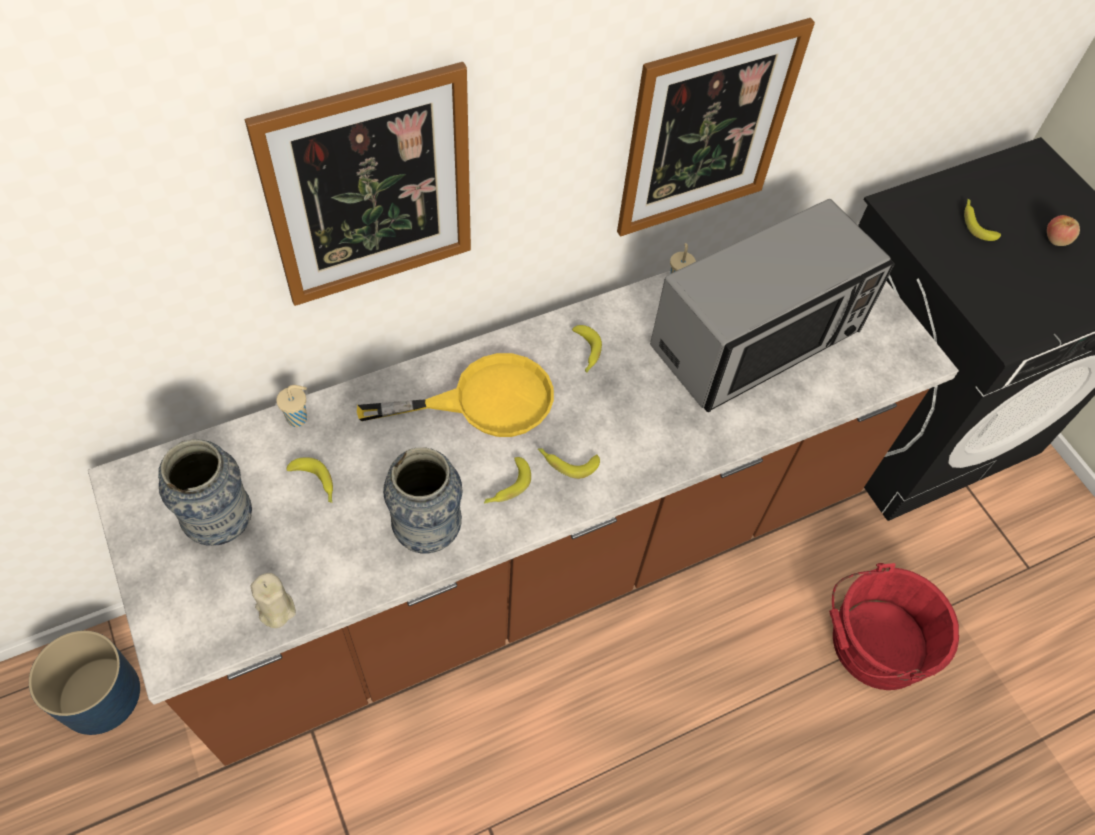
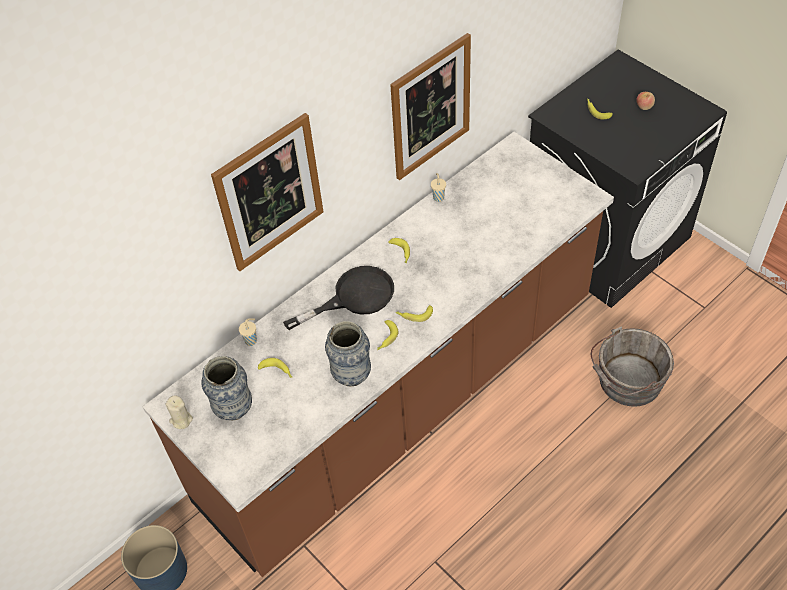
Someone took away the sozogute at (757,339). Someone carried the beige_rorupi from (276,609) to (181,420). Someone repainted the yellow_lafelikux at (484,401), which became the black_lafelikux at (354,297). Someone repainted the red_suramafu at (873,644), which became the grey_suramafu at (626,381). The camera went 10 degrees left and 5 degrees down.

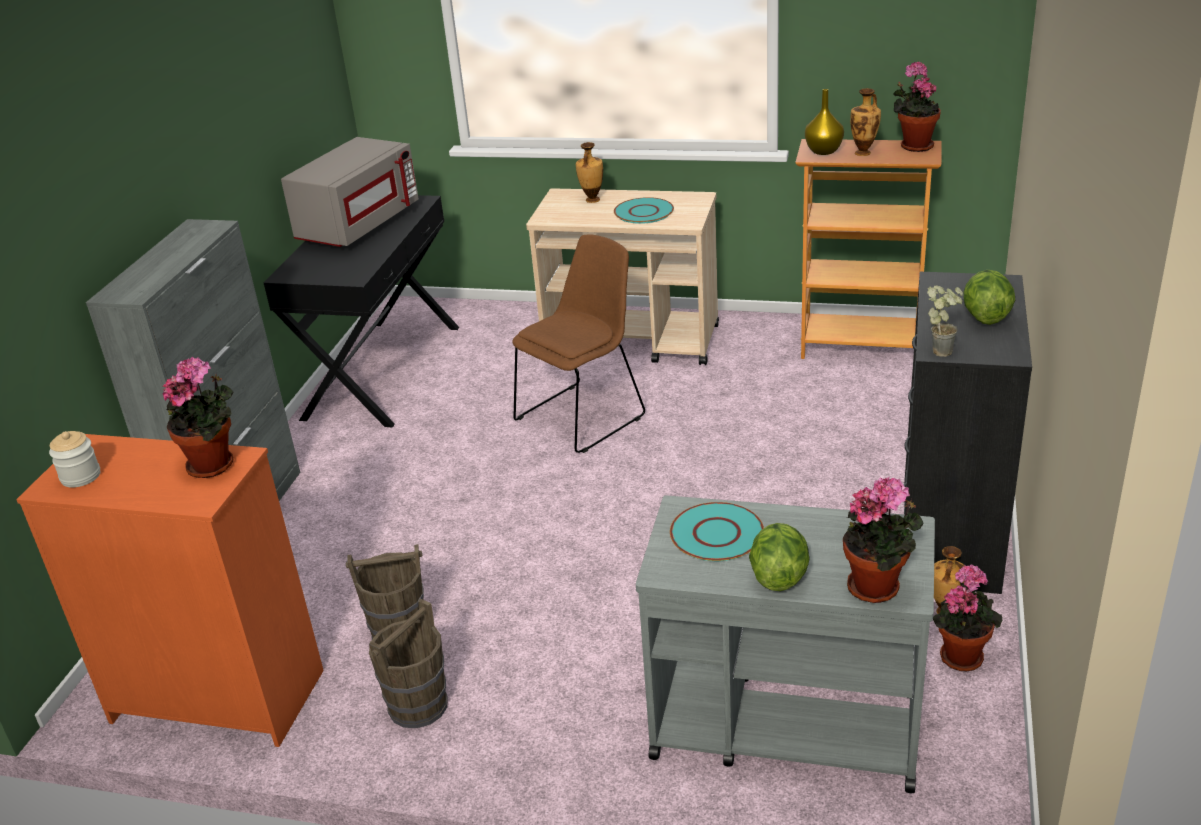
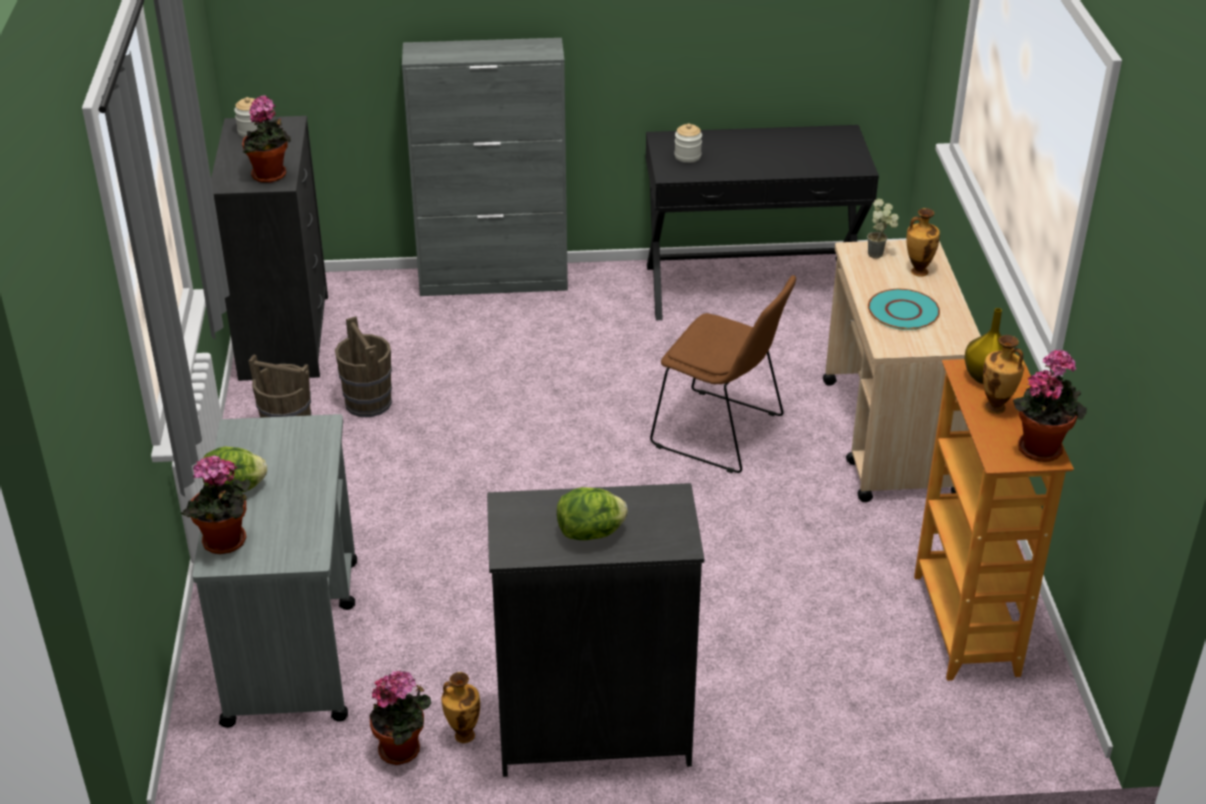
Someone took away the grey_sozogute at (358,224). Someone took away the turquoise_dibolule at (717,533). Someone put down the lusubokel at (687,156). Someone carried the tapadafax from (942,349) to (880,255). Someone repainted the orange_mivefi at (218,695), which became the black_mivefi at (285,337). The camera went 70 degrees right and 5 degrees up.

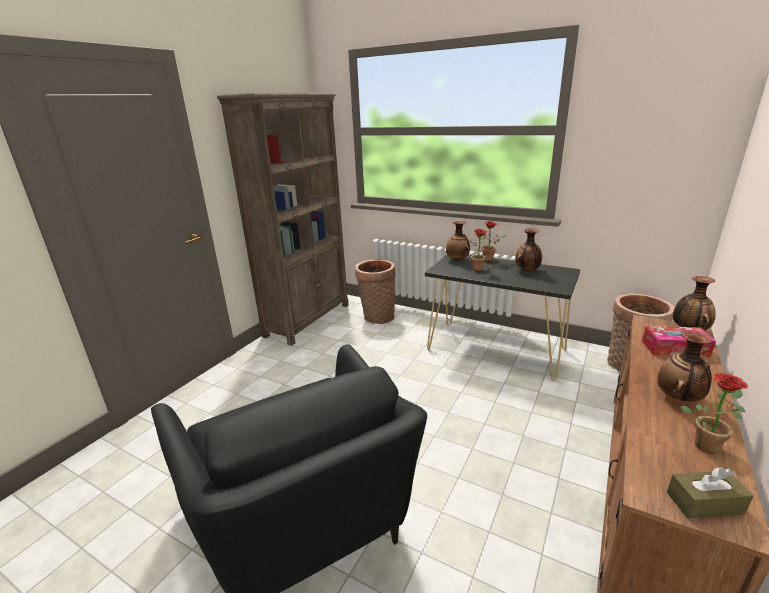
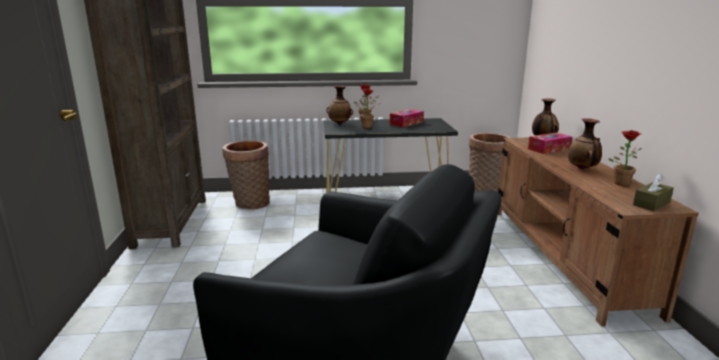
Someone swapped the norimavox at (527,270) for the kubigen at (406,123). The camera went 35 degrees left and 5 degrees down.

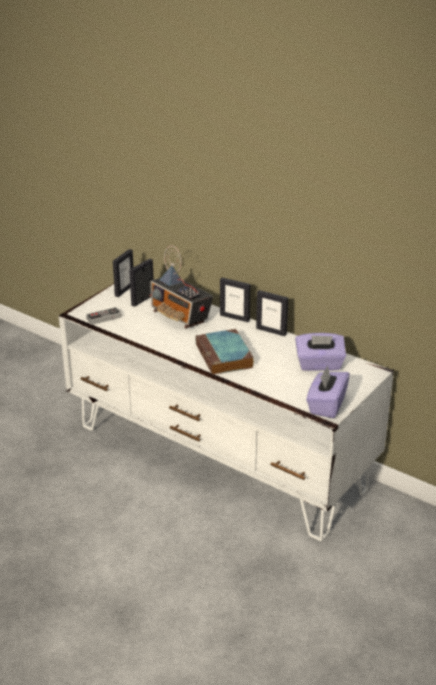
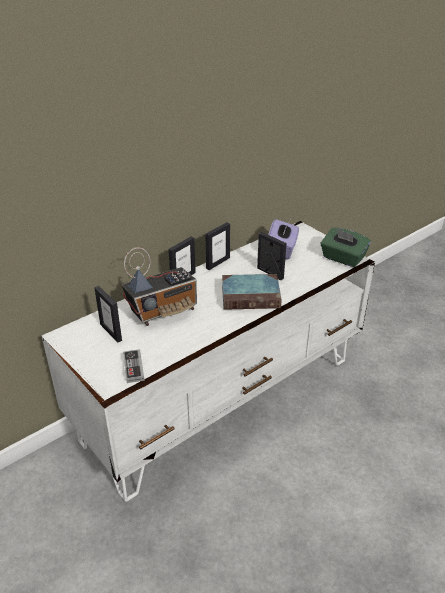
Someone carried the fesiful from (124,290) to (270,273). Someone repainted the purple_kubigen at (326,405), which became the green_kubigen at (342,258). The camera went 75 degrees left and 5 degrees up.

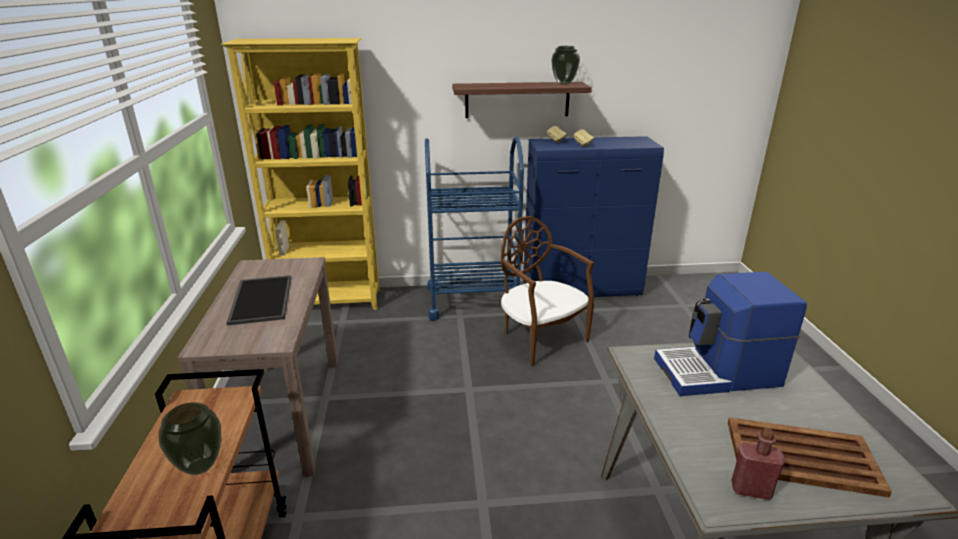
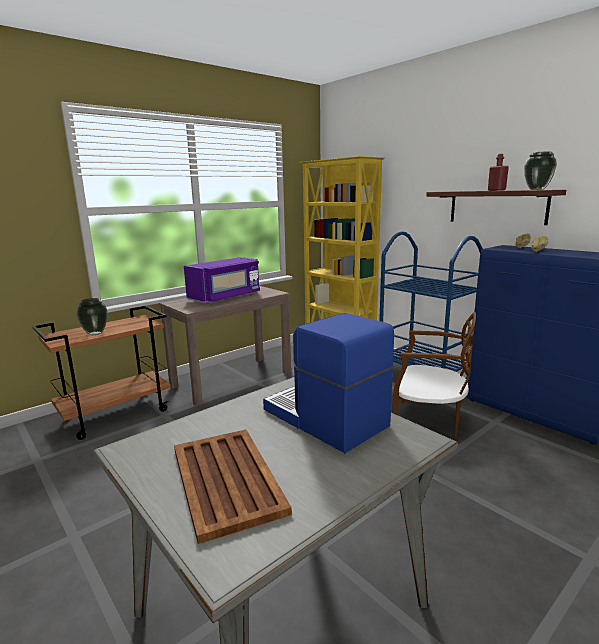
Someone carried the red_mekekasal from (751,490) to (496,190). Someone swapped the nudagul at (260,299) for the purple_sozogute at (225,297). Someone rotated the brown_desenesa at (540,338) by 90 degrees clockwise. The camera went 55 degrees right and 10 degrees down.

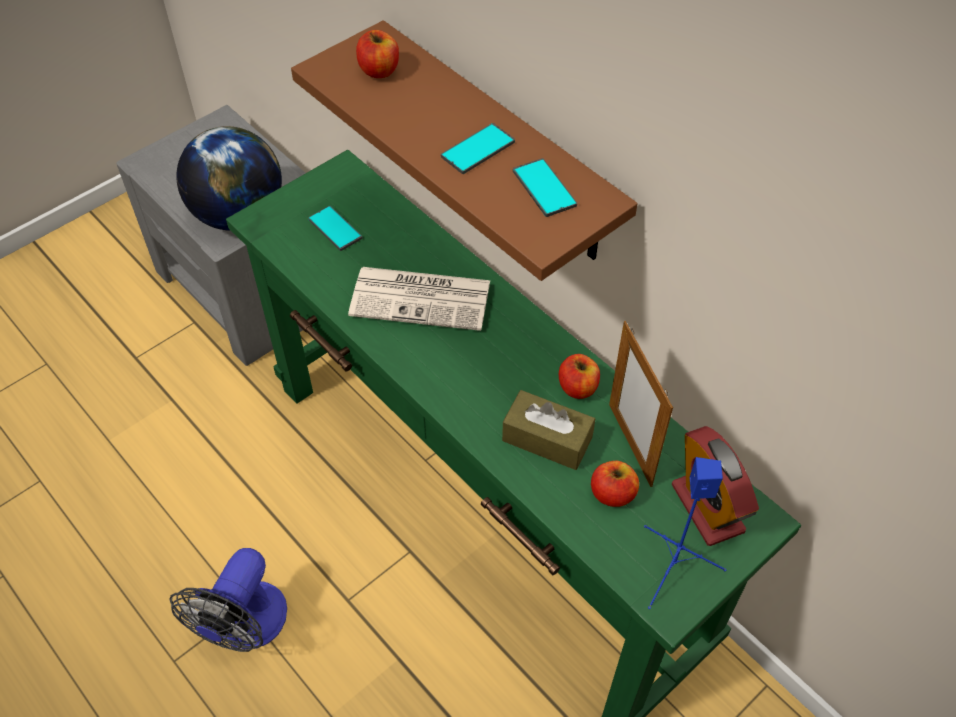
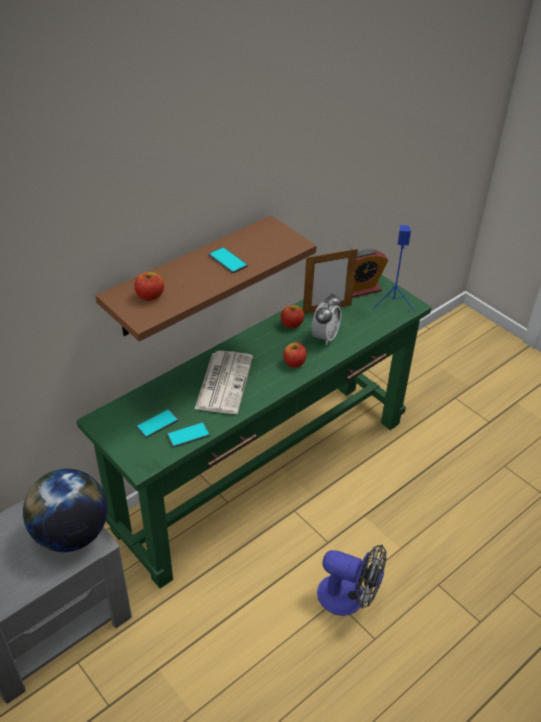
Someone carried the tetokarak from (544,188) to (188,435). Someone carried the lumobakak from (612,494) to (294,362). Someone swapped the brown_kubigen at (547,439) for the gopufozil at (325,337). The camera went 90 degrees left and 10 degrees down.

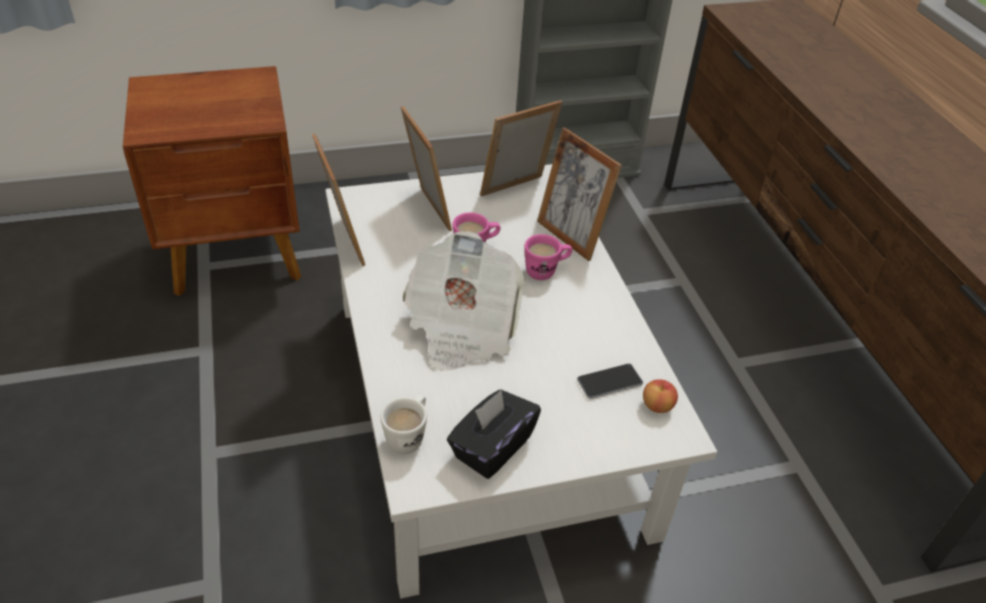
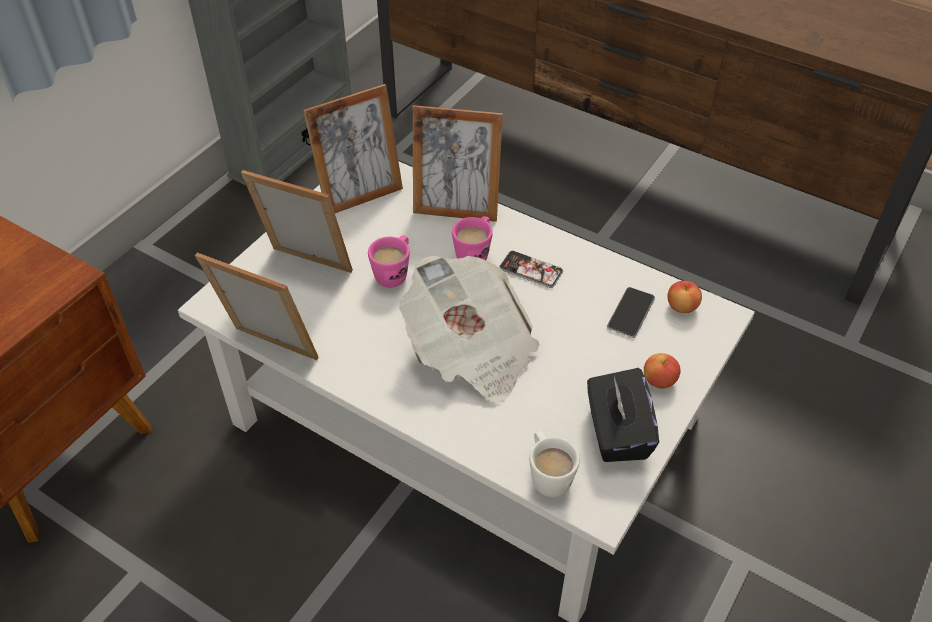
Someone put down the tetokarak at (531,270). Someone put down the lumobakak at (659,380). Someone rotated the fesiful at (516,190) by 135 degrees counterclockwise. The camera went 40 degrees left and 5 degrees up.

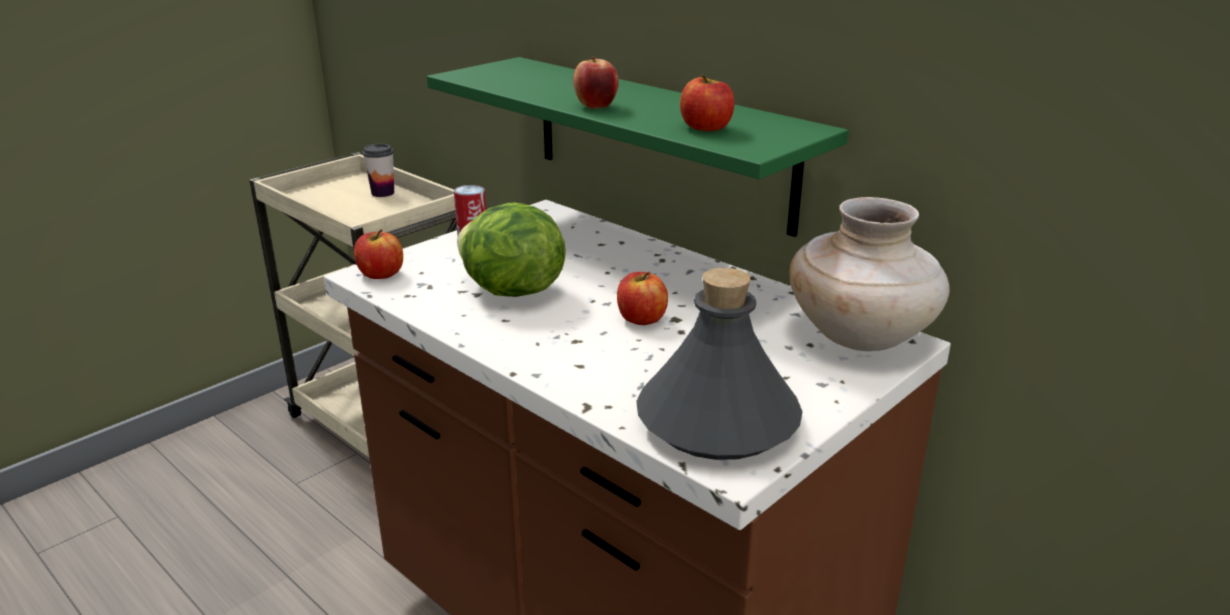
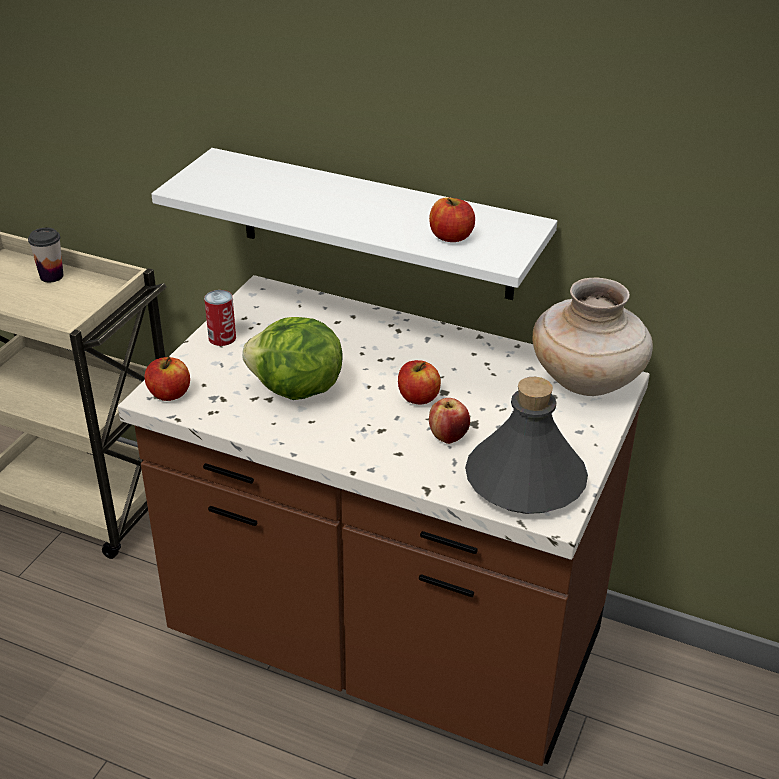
Someone carried the lumobakak from (596,106) to (448,437). Someone repainted the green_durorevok at (659,141), which became the white_durorevok at (375,224). The camera went 20 degrees left and 10 degrees up.

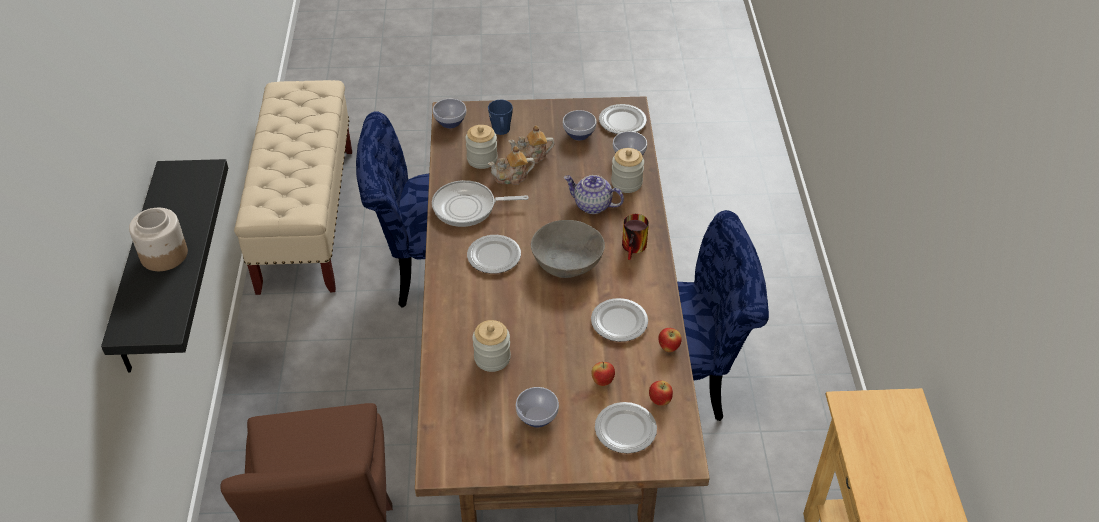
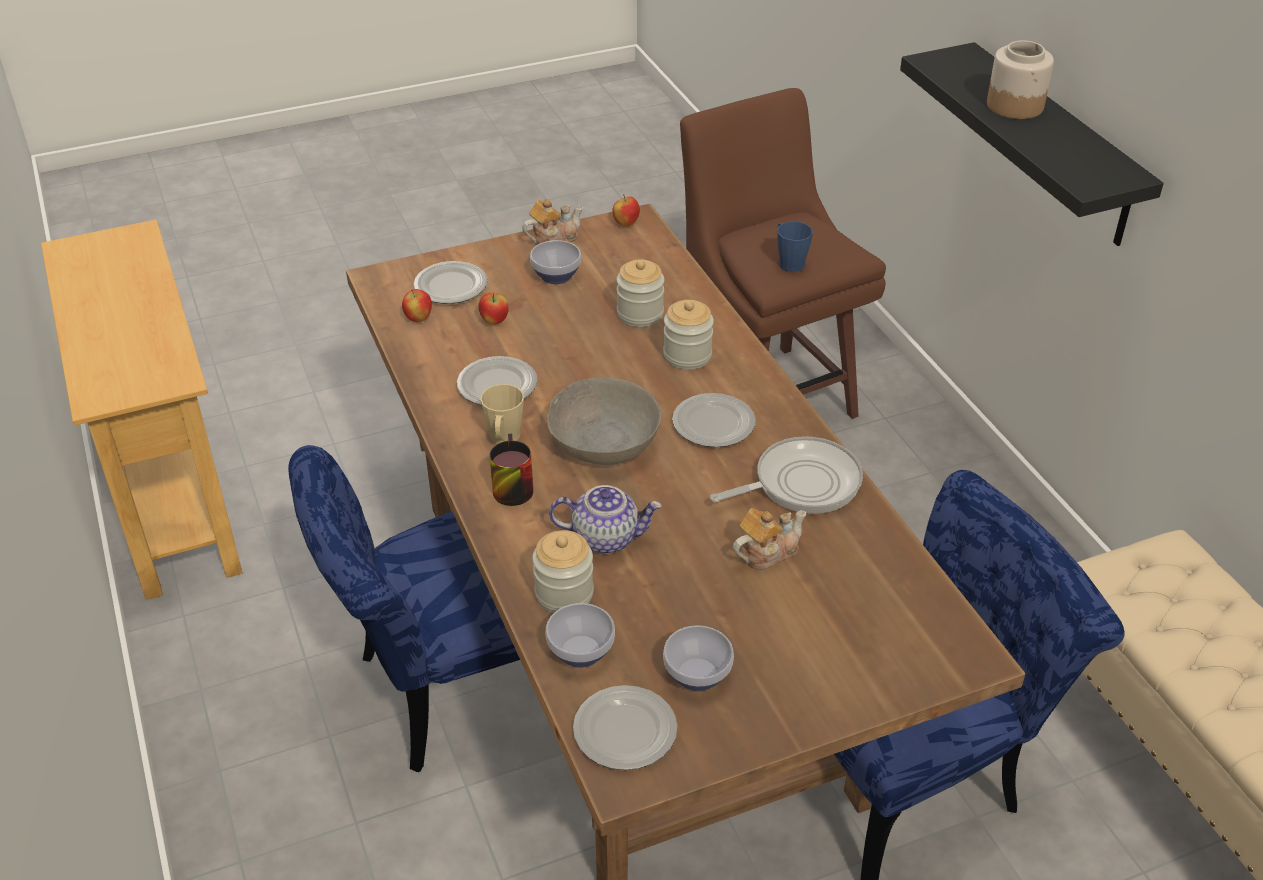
Someone took away the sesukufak at (450,121). Someone put down the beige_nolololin at (504,439). Someone carried the lusubokel from (482,159) to (687,356). Someone carried the blue_nolololin from (501,131) to (789,262). Someone carried the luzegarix from (531,156) to (553,238). Someone carried the lumobakak from (668,348) to (626,224). The camera went 160 degrees right and 5 degrees down.

